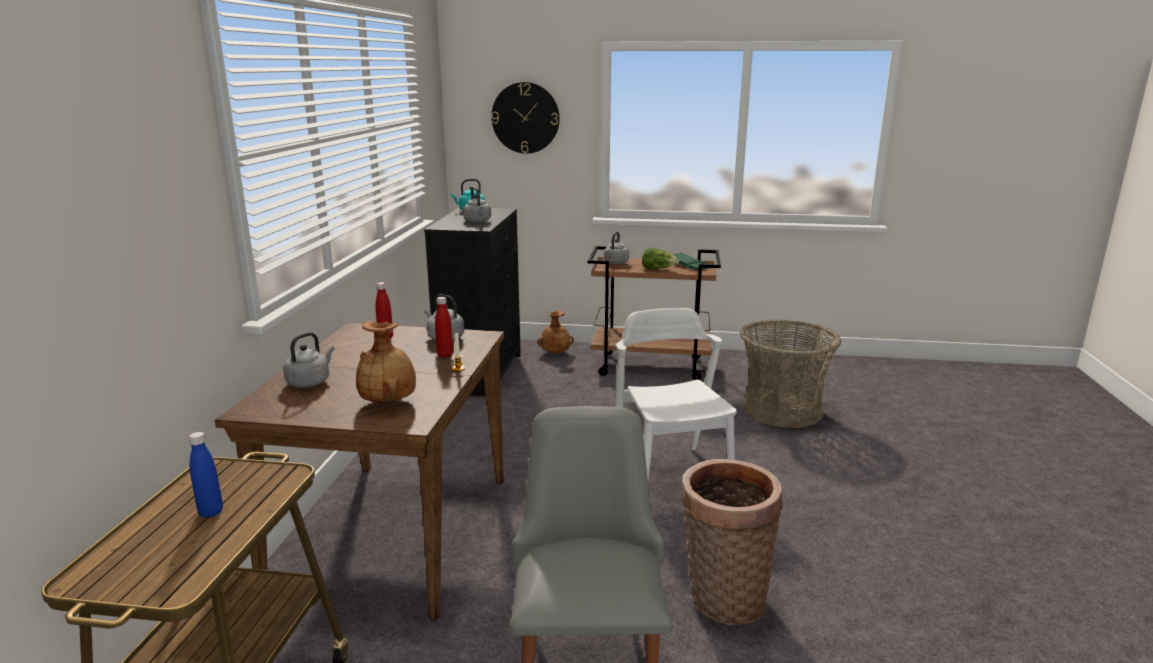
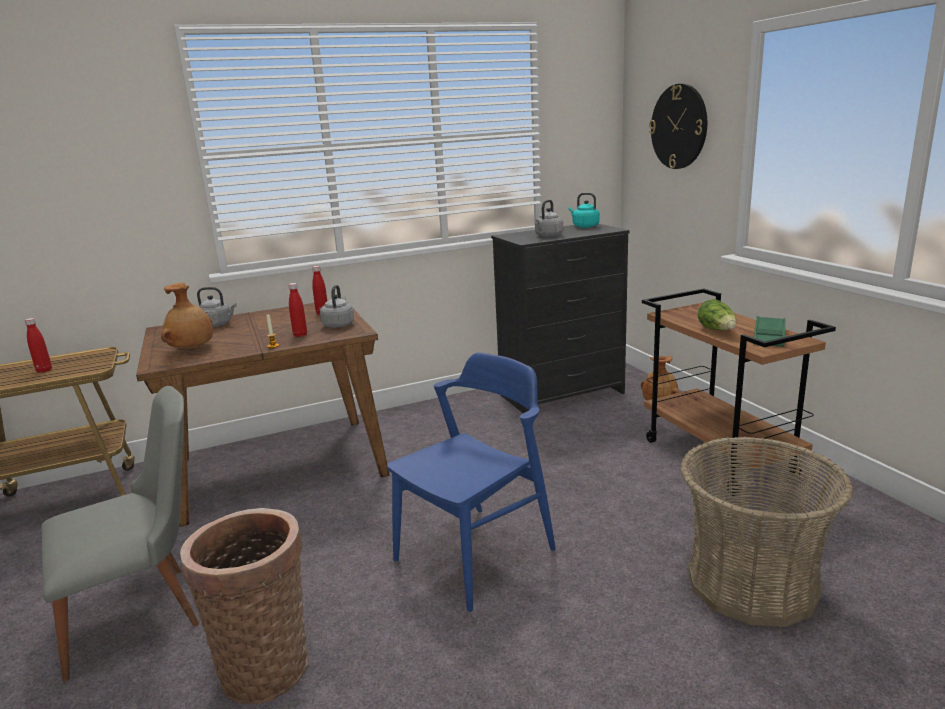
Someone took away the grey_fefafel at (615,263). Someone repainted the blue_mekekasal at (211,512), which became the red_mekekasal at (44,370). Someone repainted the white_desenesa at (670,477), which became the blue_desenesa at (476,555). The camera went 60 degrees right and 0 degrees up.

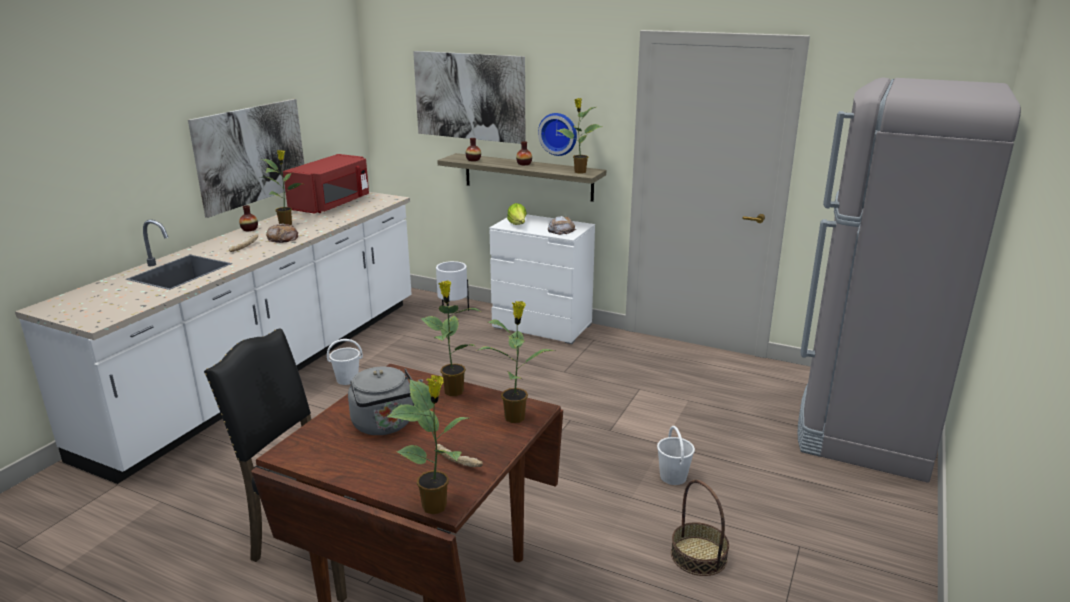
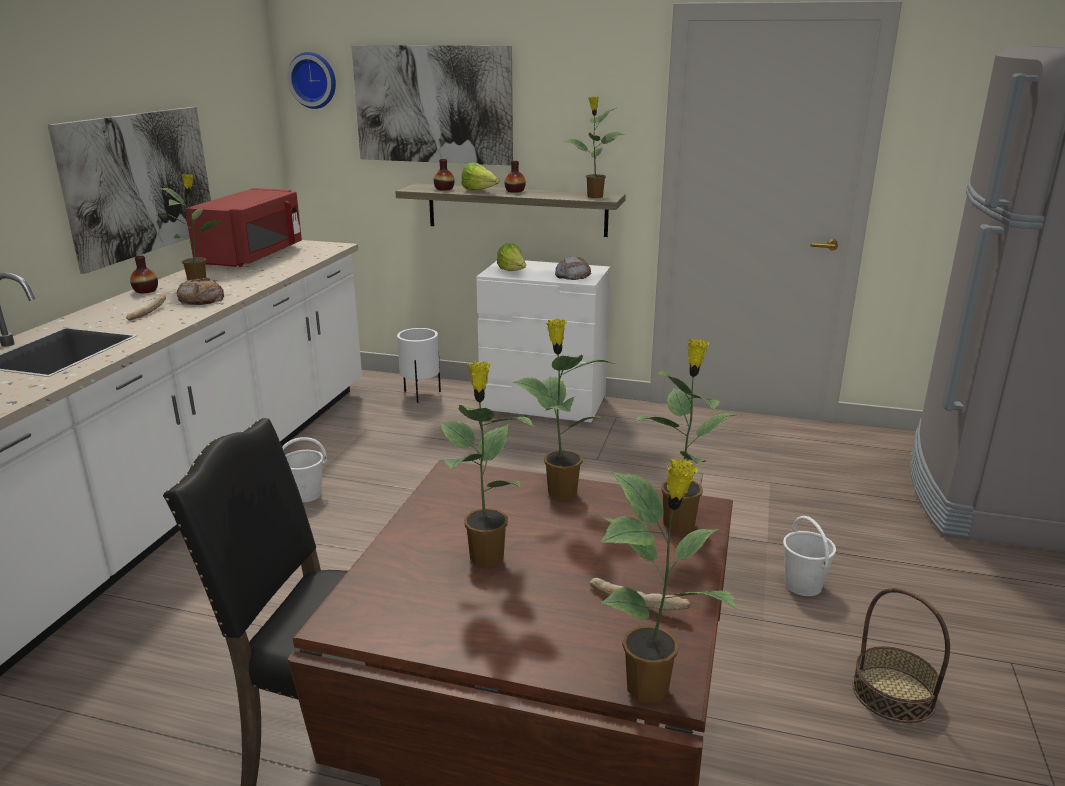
Someone put down the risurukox at (480,191). Someone carried the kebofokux from (558,133) to (314,80). Someone swapped the grey_fefafel at (385,425) for the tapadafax at (486,556). The camera went 10 degrees left and 0 degrees up.

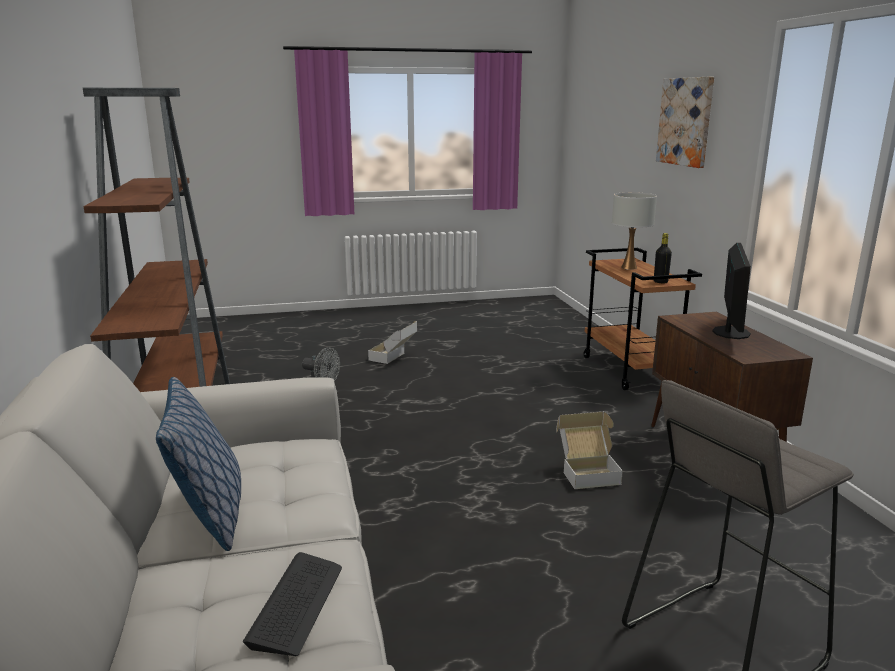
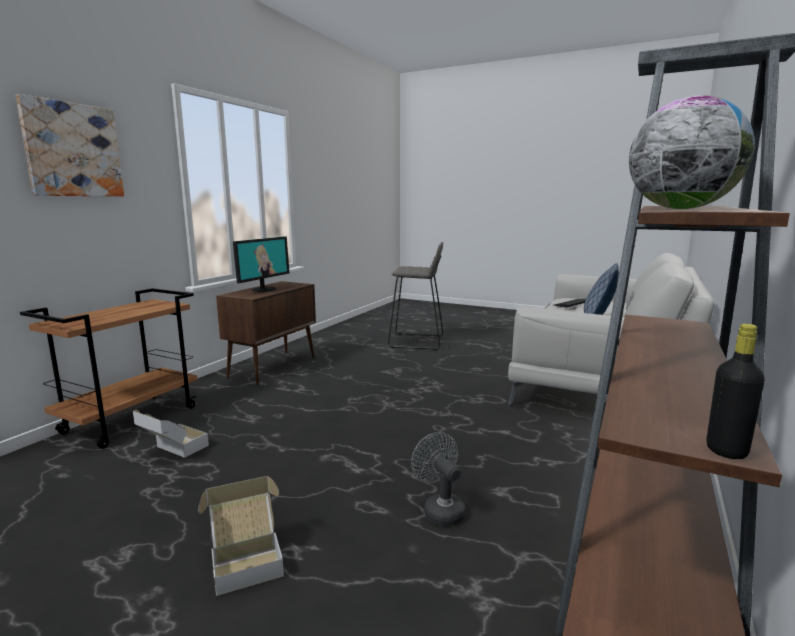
Someone took away the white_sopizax at (628,267). Someone put down the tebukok at (681,209). Someone carried the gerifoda from (587,472) to (172,451). Someone carried the black_mekekasal from (660,282) to (726,451). Someone rotated the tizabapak at (730,332) by 150 degrees clockwise. The camera went 140 degrees left and 5 degrees down.

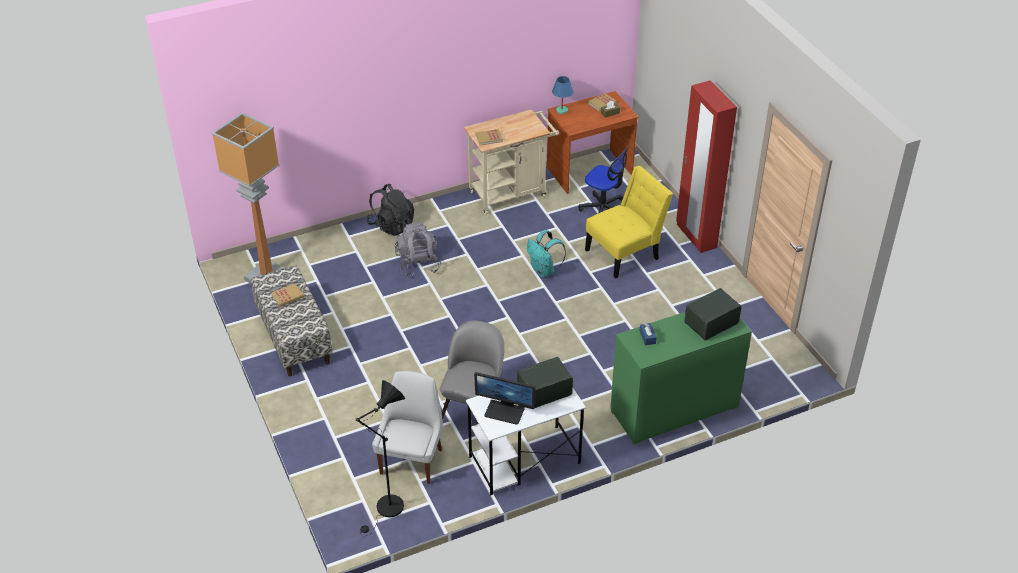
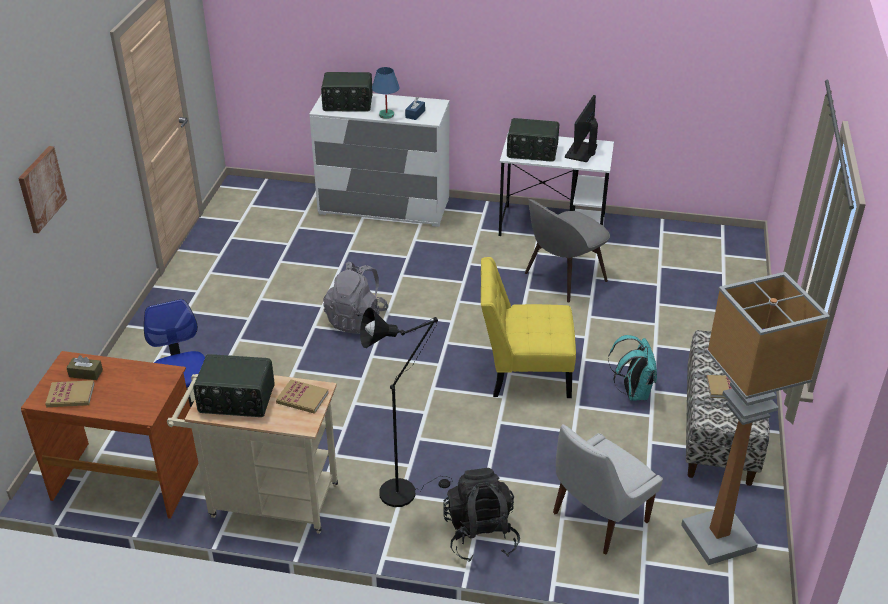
Someone took away the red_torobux at (696,236). Someone put up the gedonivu at (41,189). Someone put down the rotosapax at (236,400). Someone carried the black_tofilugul from (387,510) to (404,490). Someone carried the white_desenesa from (412,460) to (597,519). Someone carried the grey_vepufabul from (418,264) to (356,319). Someone carried the turquoise_vepufabul from (544,271) to (632,392). Someone carried the blue_sopizax from (562,110) to (386,115). Someone carried the yellow_desenesa from (625,253) to (524,372). Someone repainted the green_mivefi at (674,409), which became the white_mivefi at (384,207). Someone rotated the tizabapak at (505,411) by 120 degrees counterclockwise. The camera went 145 degrees left and 5 degrees down.

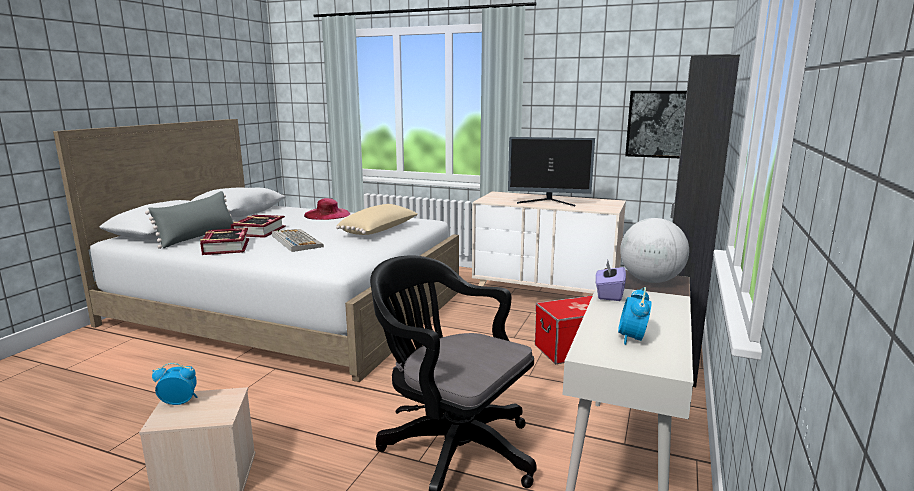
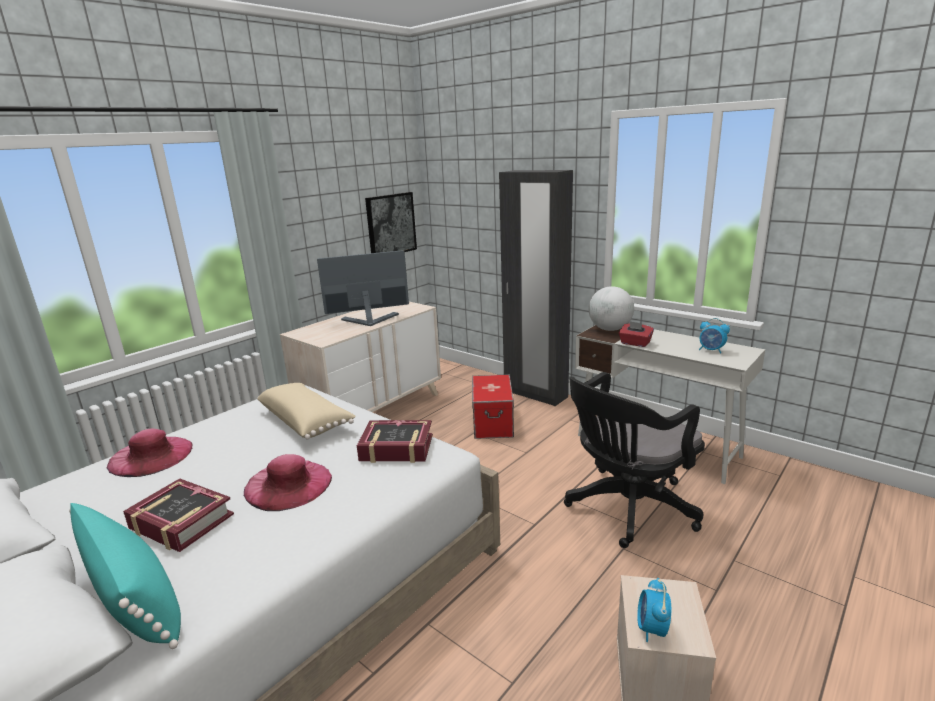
Someone carried the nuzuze from (226,247) to (396,448). Someone swapped the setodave at (296,241) for the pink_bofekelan at (288,484). Someone repainted the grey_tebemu at (198,237), which became the turquoise_tebemu at (135,599). Someone repainted the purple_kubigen at (609,294), which became the red_kubigen at (635,343). Someone rotated the tizabapak at (548,202) by 135 degrees counterclockwise. The camera went 70 degrees left and 5 degrees up.

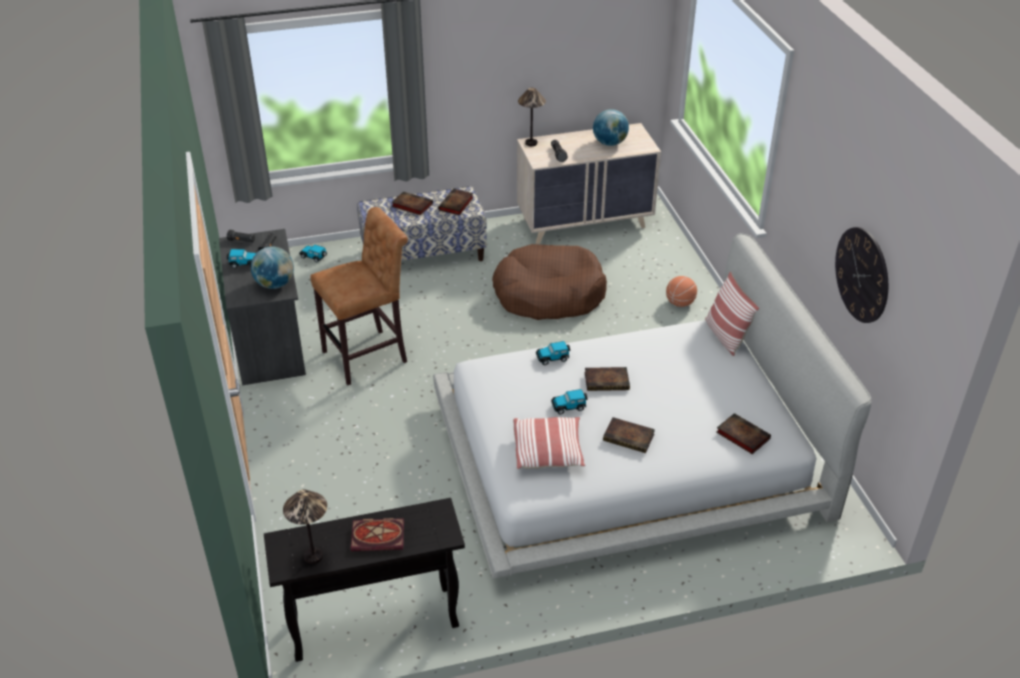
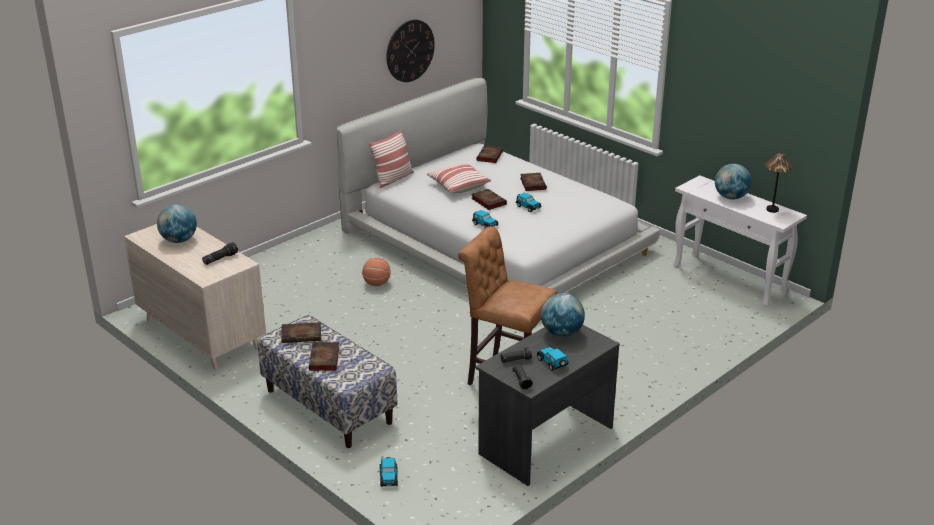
Someone took away the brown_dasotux at (548,294). Someone took away the sopizax at (531,143). Someone carried the tebemu from (548,451) to (458,186). Someone carried the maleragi from (680,303) to (376,283). Someone swapped the nuzuze at (379,536) for the tebukok at (730,197). Someone repainted the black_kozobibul at (372,624), which became the white_kozobibul at (730,280). The camera went 120 degrees left and 10 degrees down.

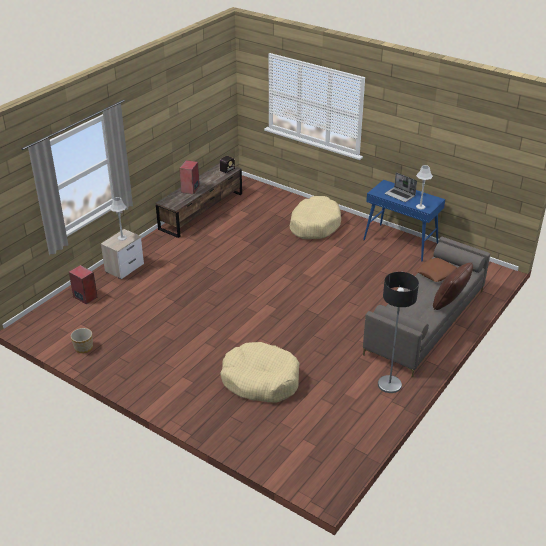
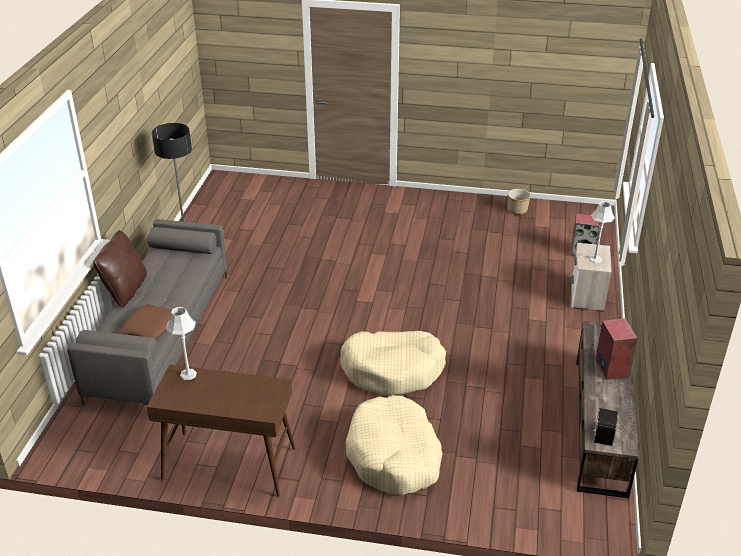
Someone took away the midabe at (400,195). Someone carried the beige_dasotux from (260,380) to (393,370). Someone repainted the blue_kozobibul at (401,242), which became the brown_kozobibul at (228,464). The camera went 155 degrees right and 0 degrees up.

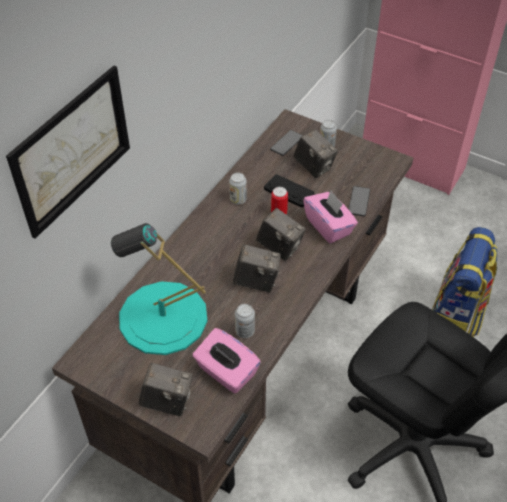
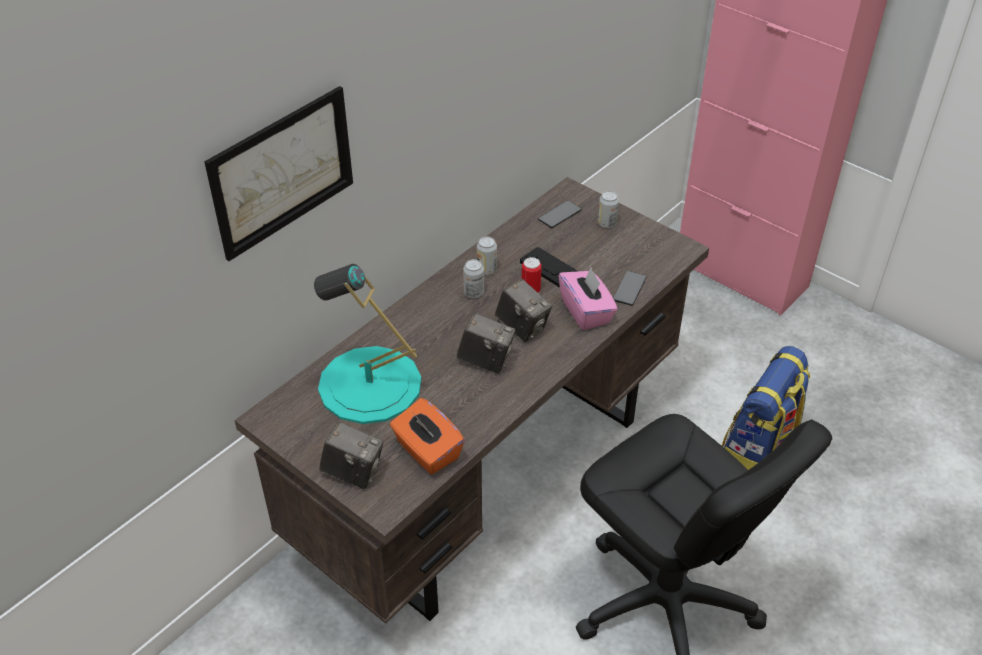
Someone took away the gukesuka at (314,167). Someone carried the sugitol from (245,331) to (474,293). Someone repainted the pink_kubigen at (226,372), which became the orange_kubigen at (427,451). The camera went 10 degrees right and 5 degrees down.

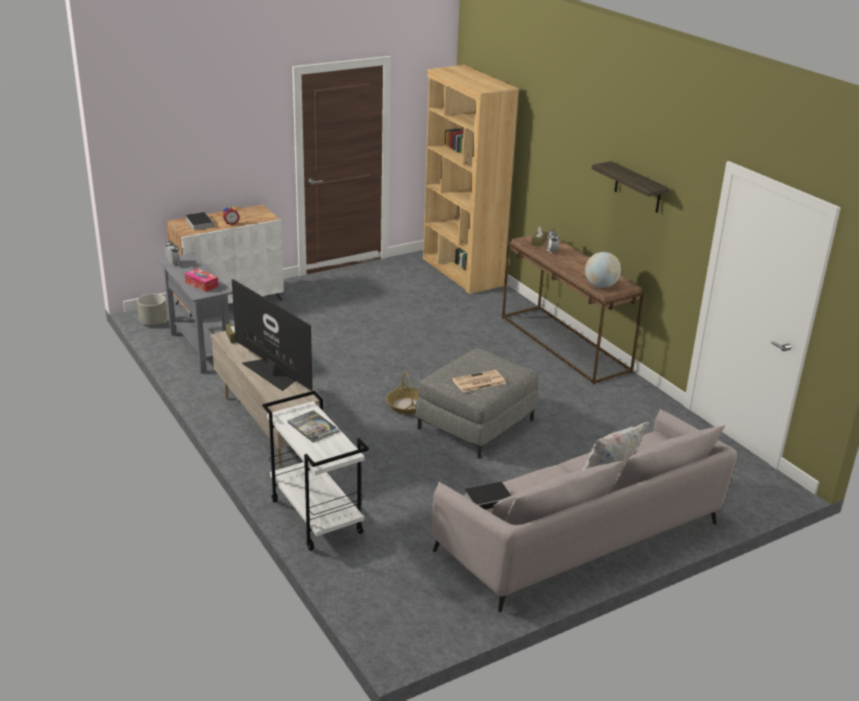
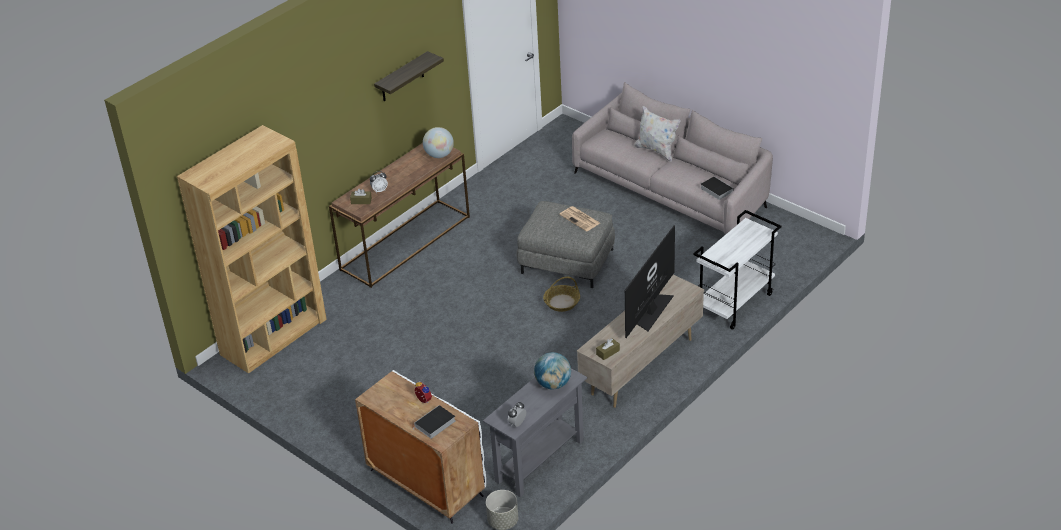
Someone took away the nuzuze at (313,427). Someone swapped the kubigen at (201,284) for the tebukok at (553,384). The camera went 105 degrees left and 10 degrees up.

